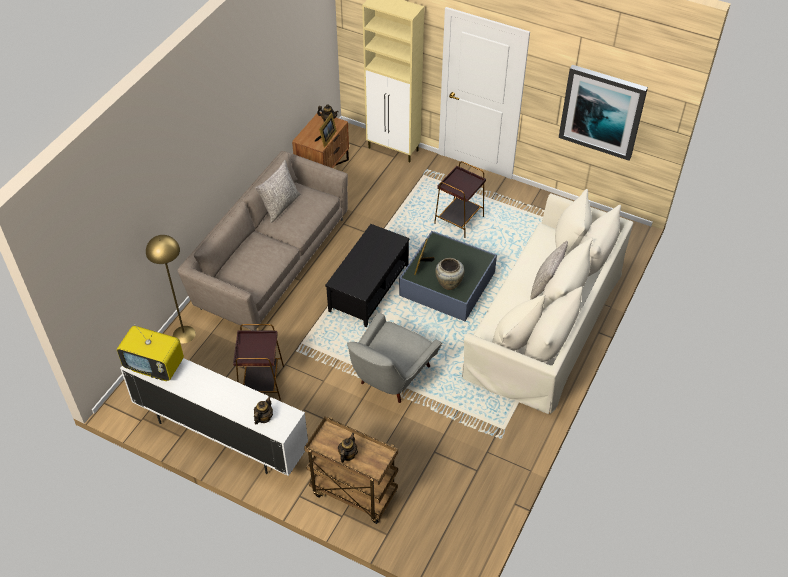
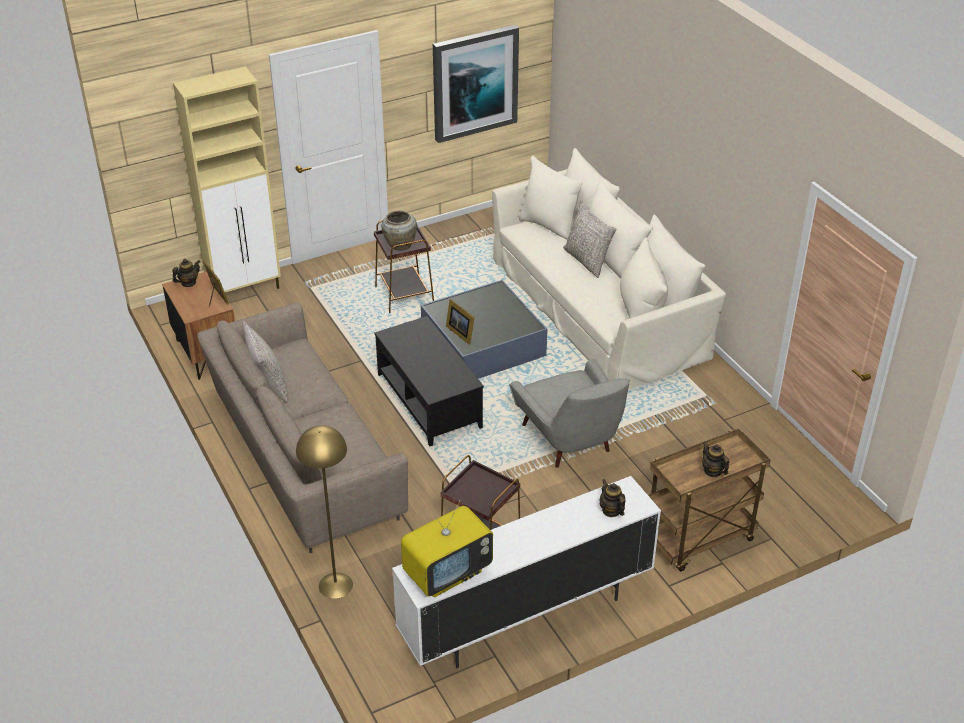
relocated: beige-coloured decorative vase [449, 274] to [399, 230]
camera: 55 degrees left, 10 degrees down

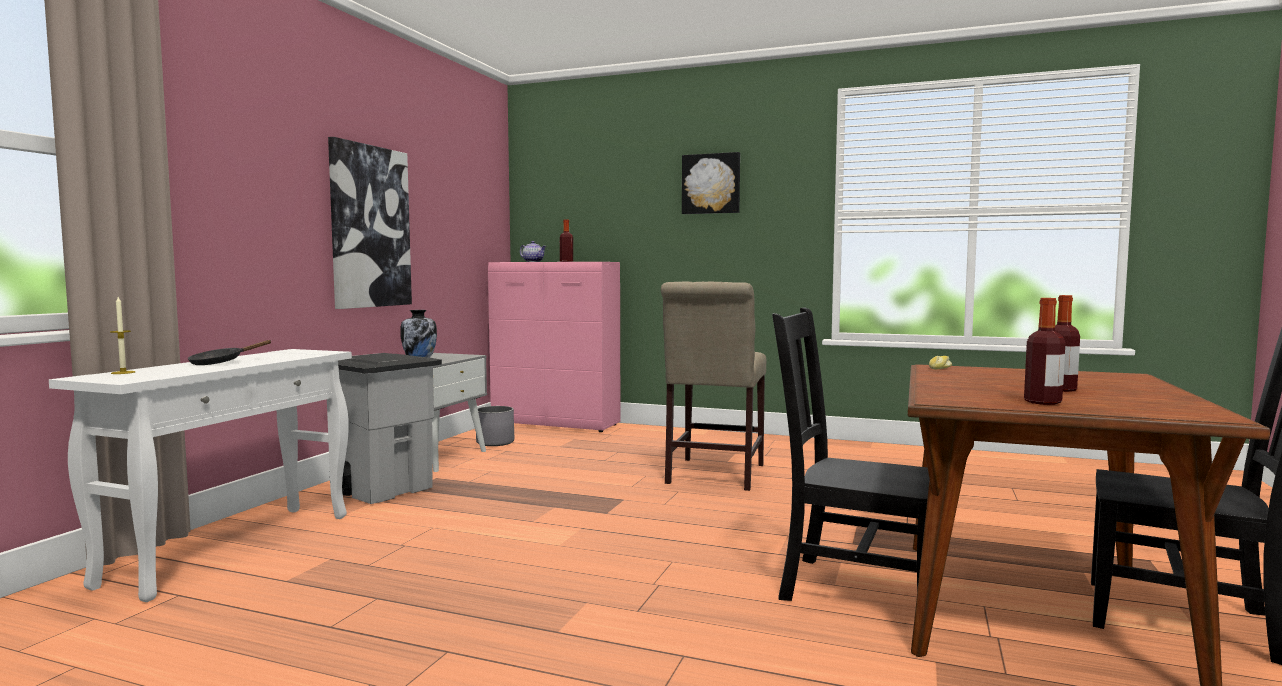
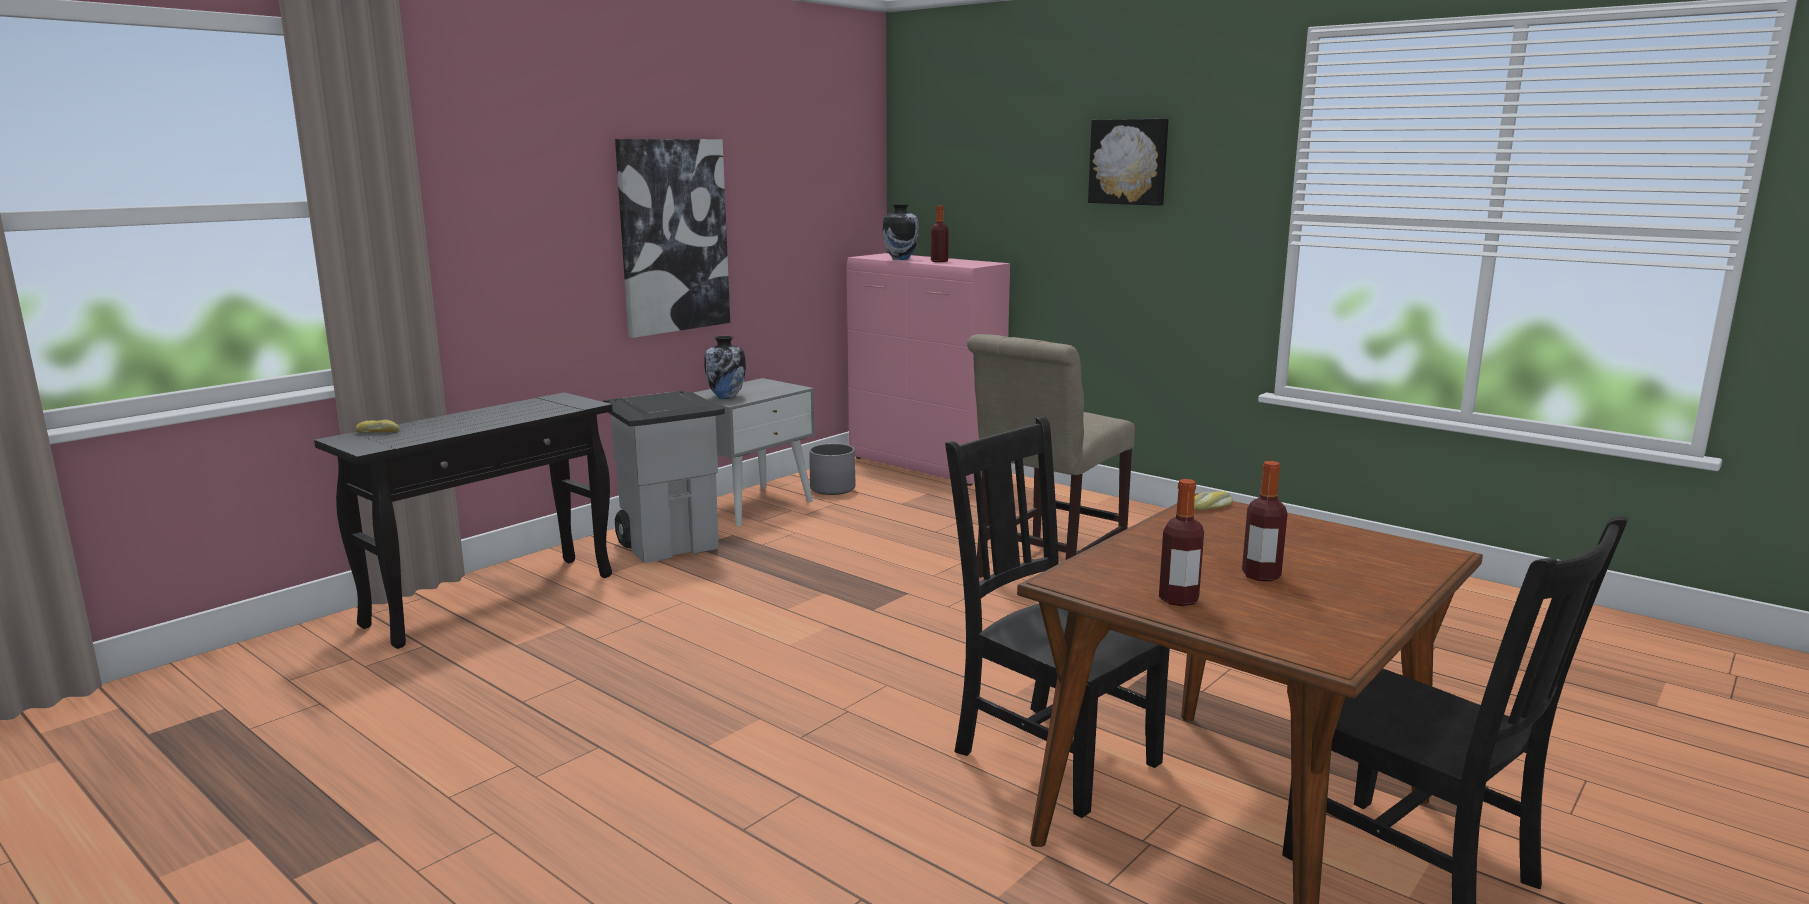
missing: black-coloured pan [229, 352]
exchanged: candle [122, 335] to bakery bread [377, 426]; pot for tea [533, 251] to decorative vase [901, 232]
colour: whitish console table [200, 475] to black-coloured console table [463, 520]
camera: 20 degrees right, 10 degrees up

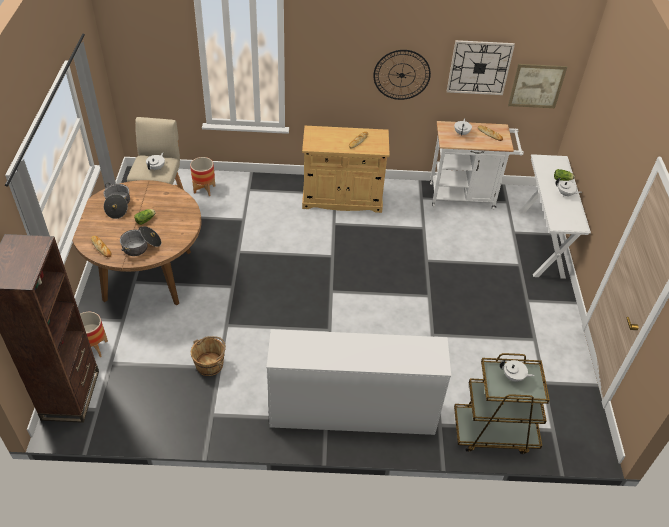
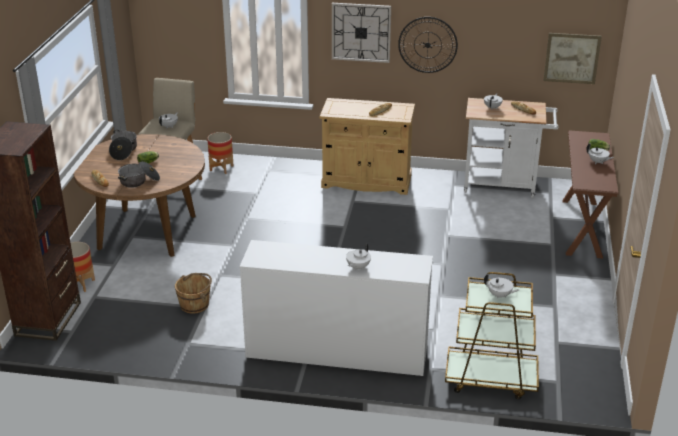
appeared: whitish pot for tea [358, 256]
relocated: clock on the wall [481, 67] to [361, 33]
colour: whitish console table [555, 216] to brown-coloured console table [590, 194]
camera: 10 degrees right, 15 degrees down

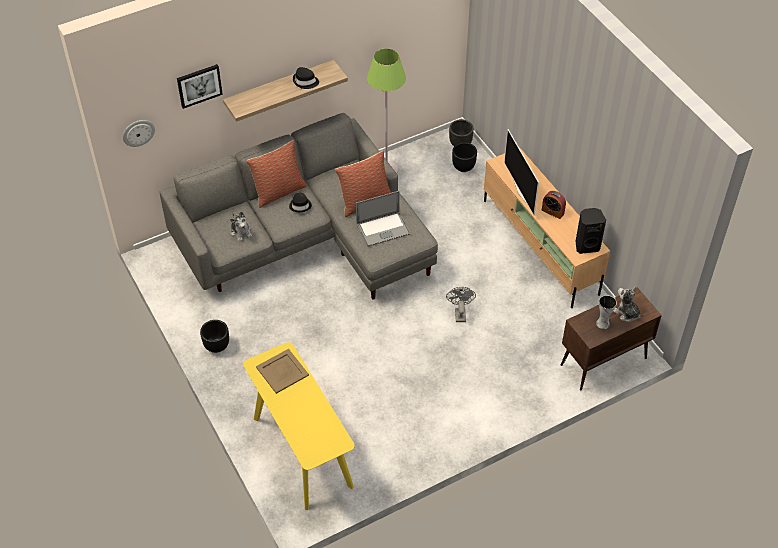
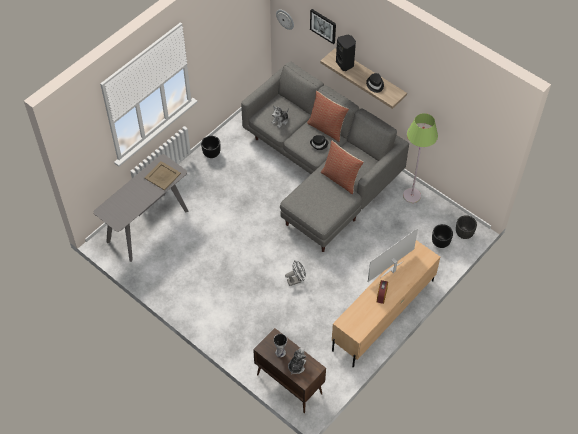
missing: laptop [383, 219]
relocated: black-coloured audio speaker [591, 231] to [346, 53]
colour: yellow-coloured console table [299, 426] to greyish console table [141, 208]
camera: 70 degrees right, 5 degrees up

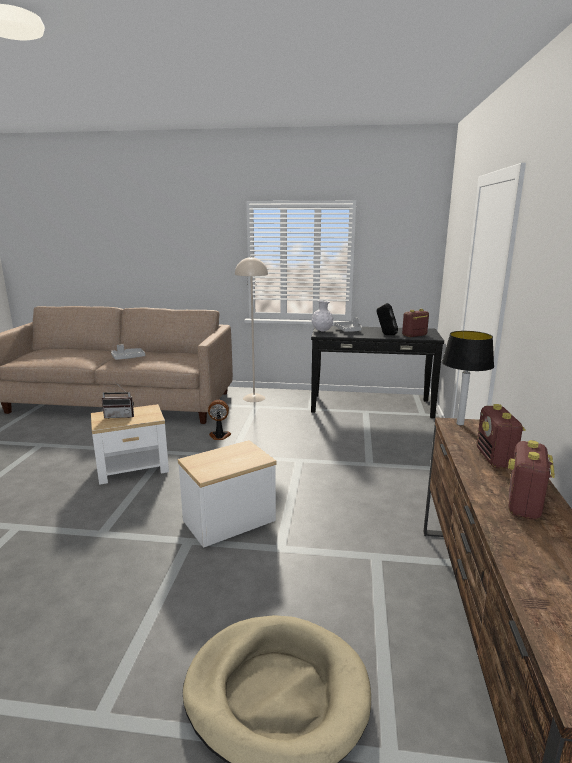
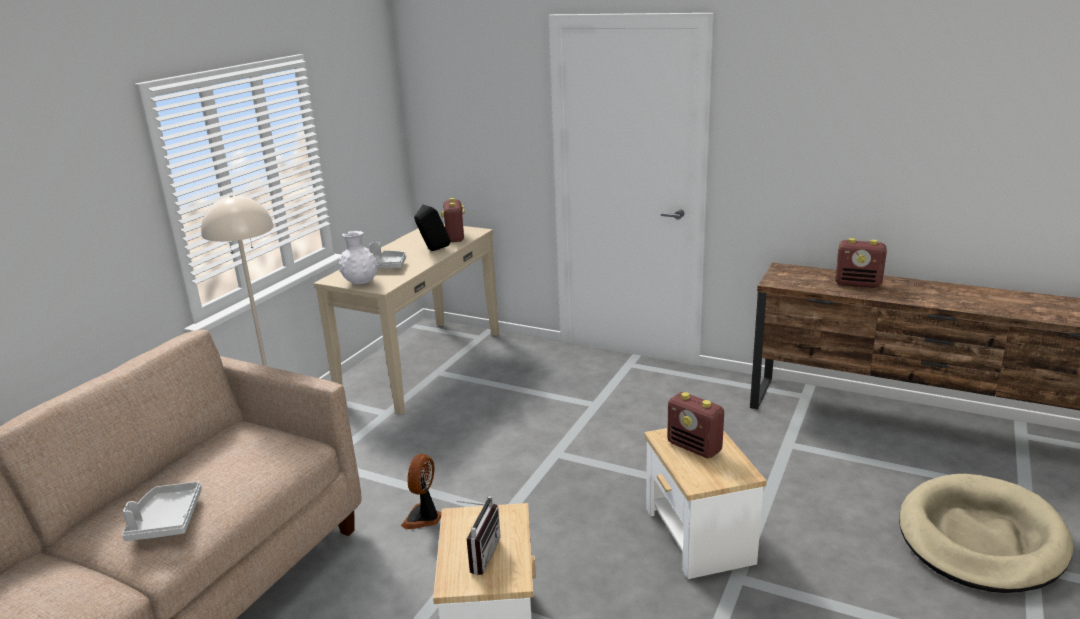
missing: lamp for a table [468, 378]
relocated: radio receiver [531, 480] to [695, 425]
colour: black-coloured console table [377, 372] to beige-coloured console table [406, 319]
camera: 70 degrees left, 5 degrees up

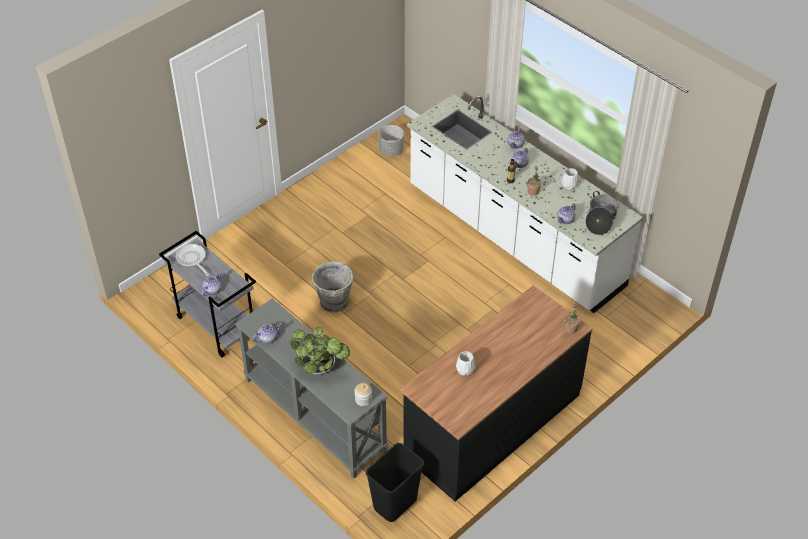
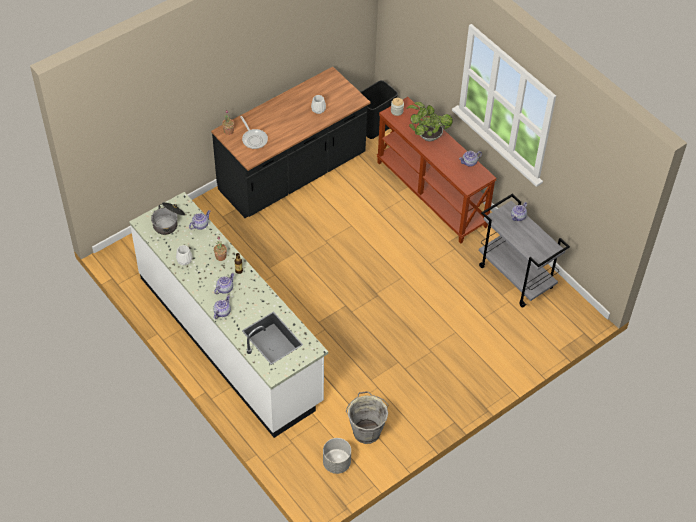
relocated: pan [192, 260] to [254, 132]; greyish bucket [333, 286] to [367, 417]
colour: greyish console table [312, 389] to brown-coloured console table [437, 170]
camera: 175 degrees left, 5 degrees up

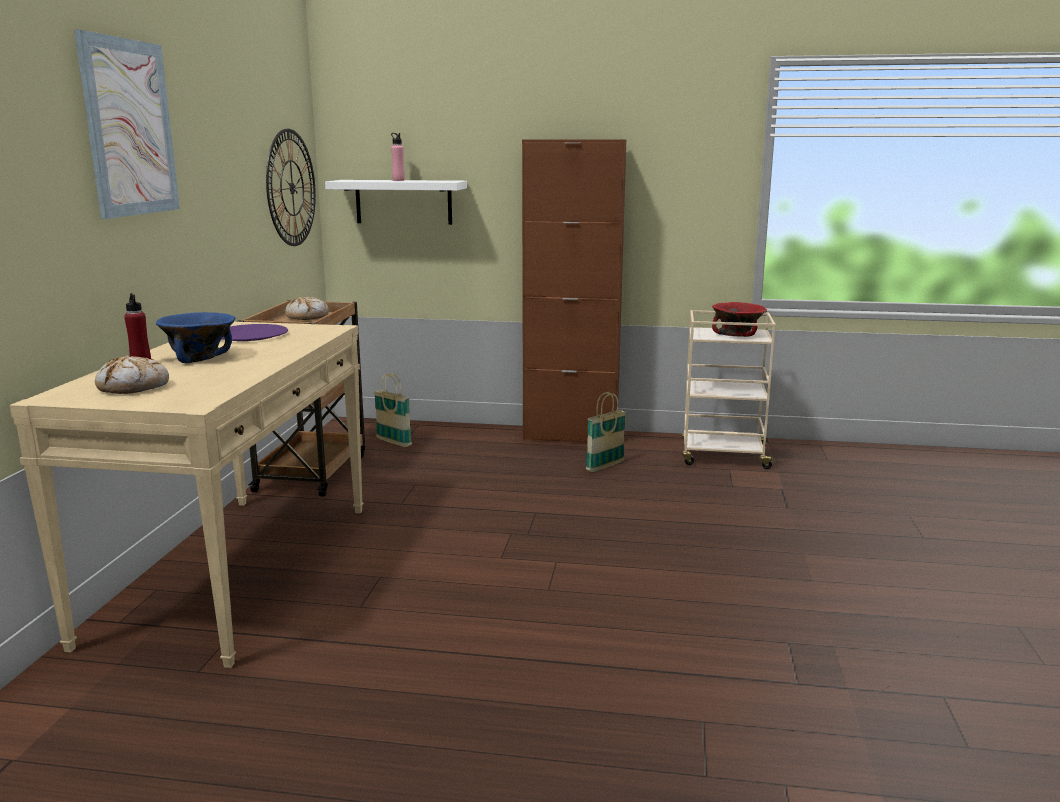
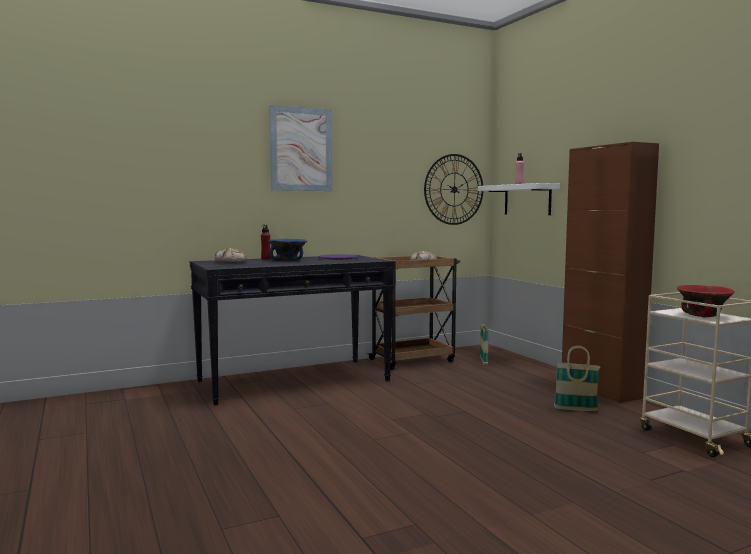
colour: beige-coloured console table [187, 495] to black-coloured console table [292, 330]
camera: 55 degrees right, 10 degrees down

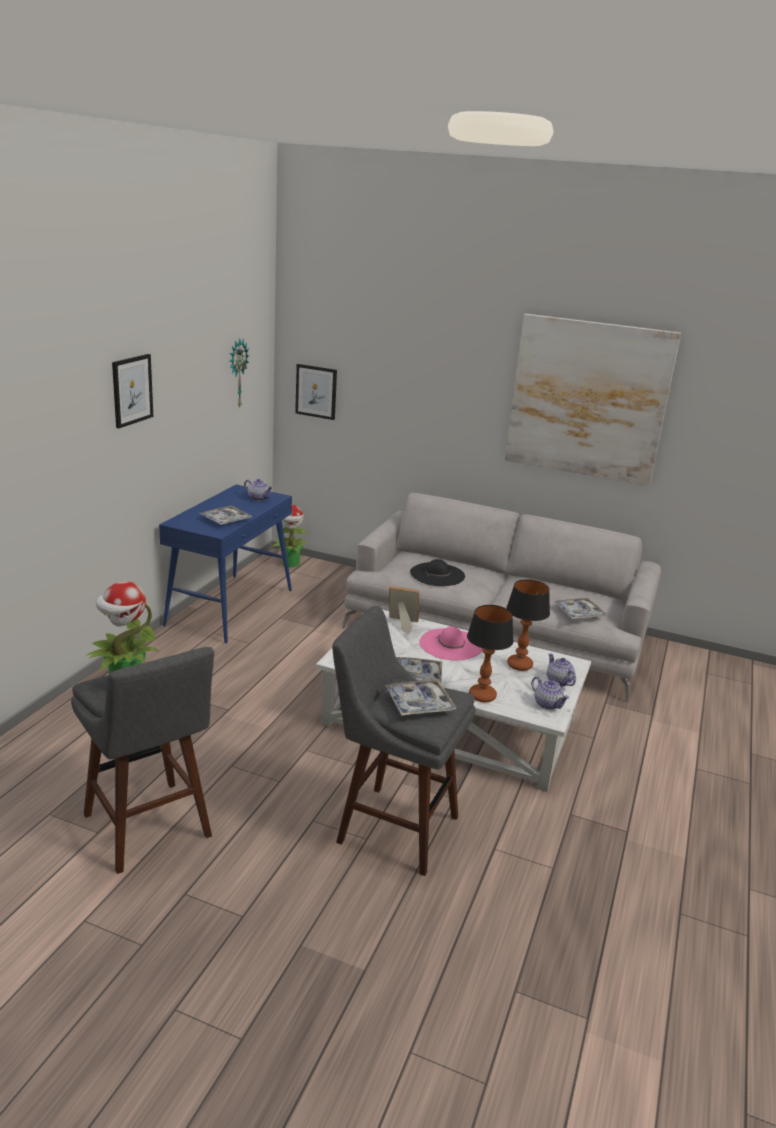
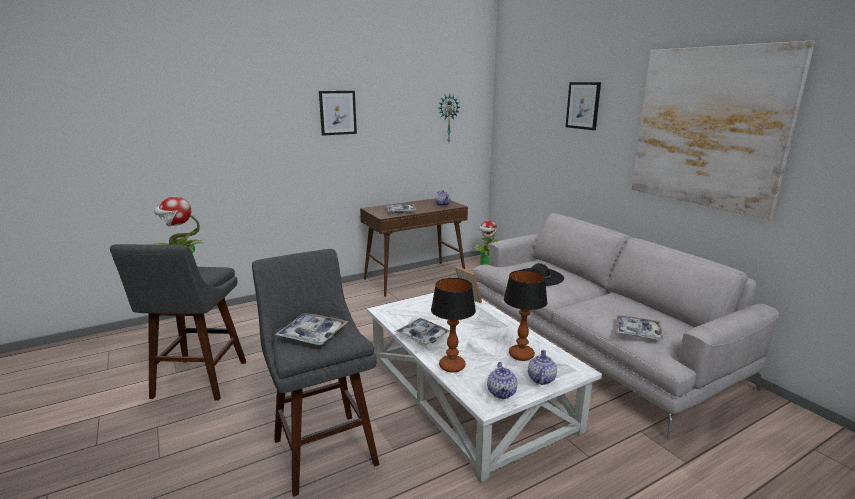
missing: pink-coloured clothing hat [451, 643]
relocated: wall art [316, 392] to [583, 106]
colour: bluish console table [225, 563] to brown-coloured console table [414, 247]
camera: 40 degrees right, 5 degrees down

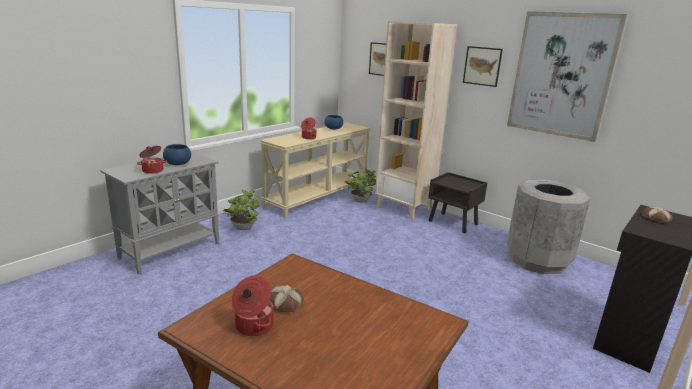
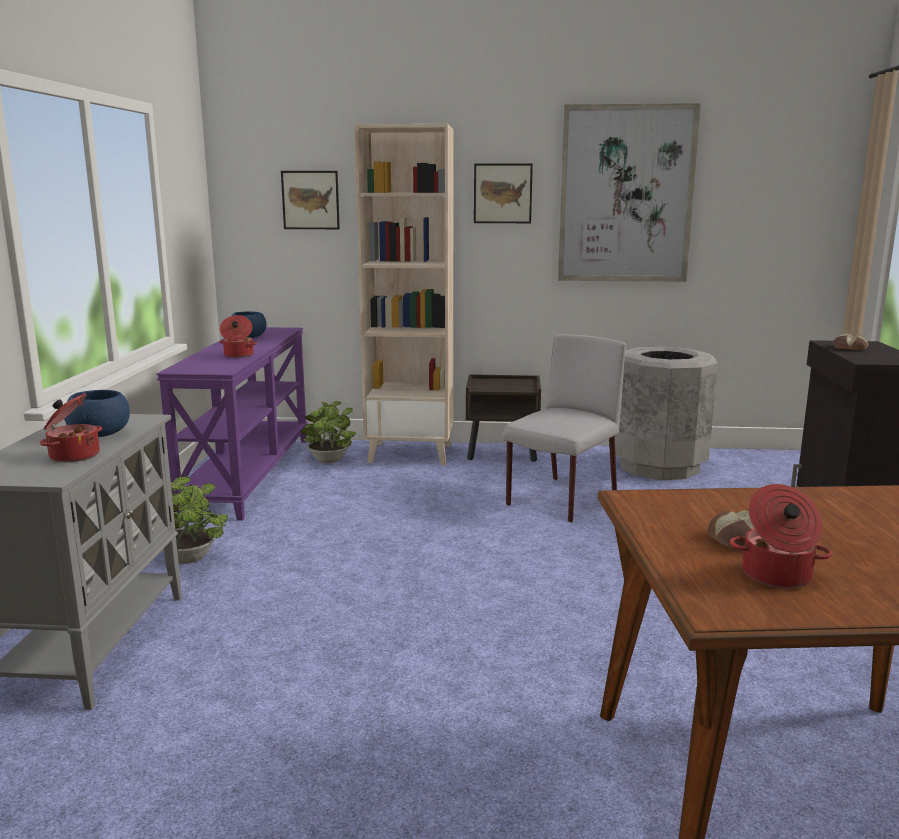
appeared: greyish chair [564, 428]
colour: beige-coloured console table [315, 170] to purplish console table [232, 424]
camera: 35 degrees left, 5 degrees down

